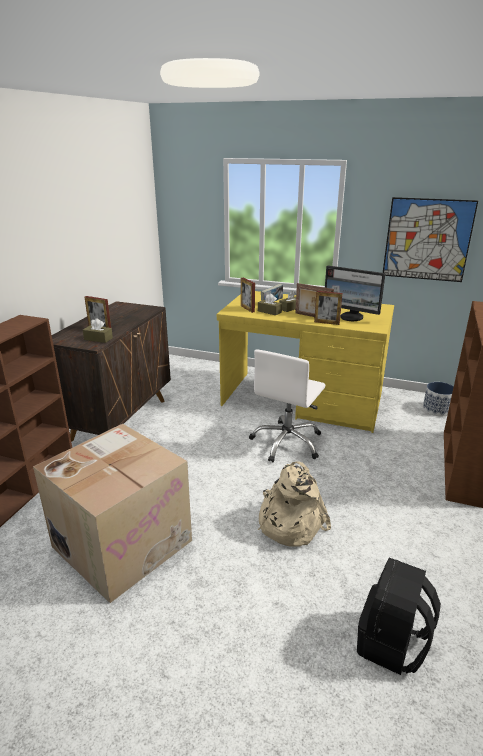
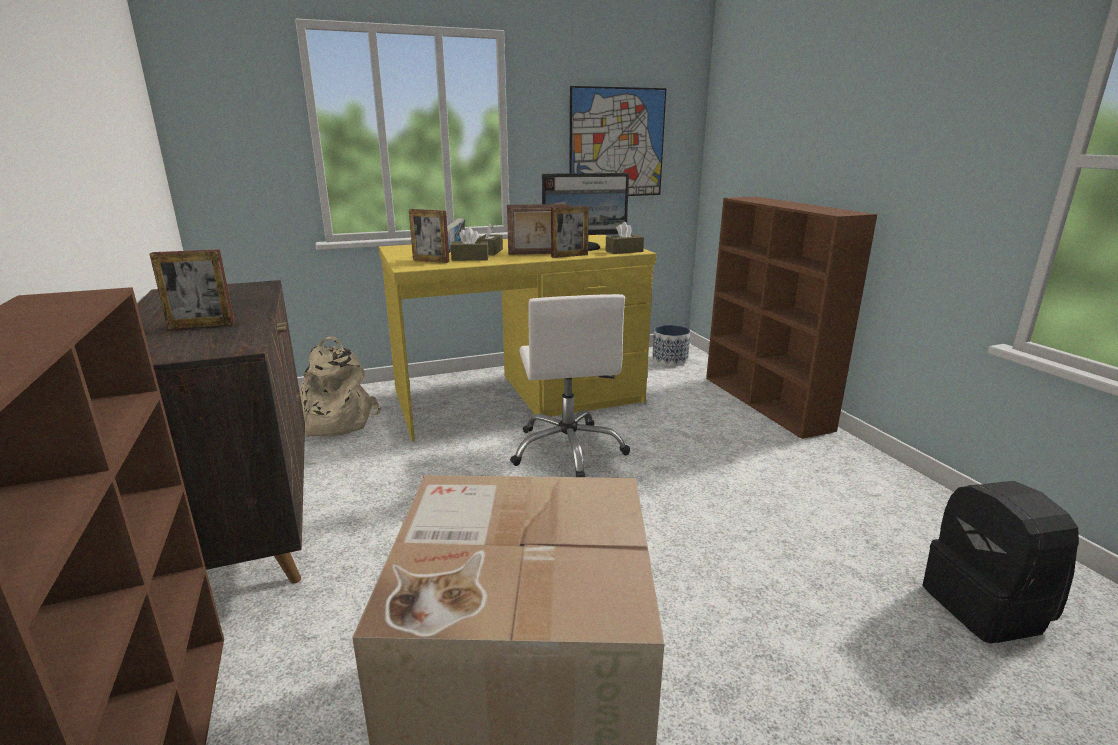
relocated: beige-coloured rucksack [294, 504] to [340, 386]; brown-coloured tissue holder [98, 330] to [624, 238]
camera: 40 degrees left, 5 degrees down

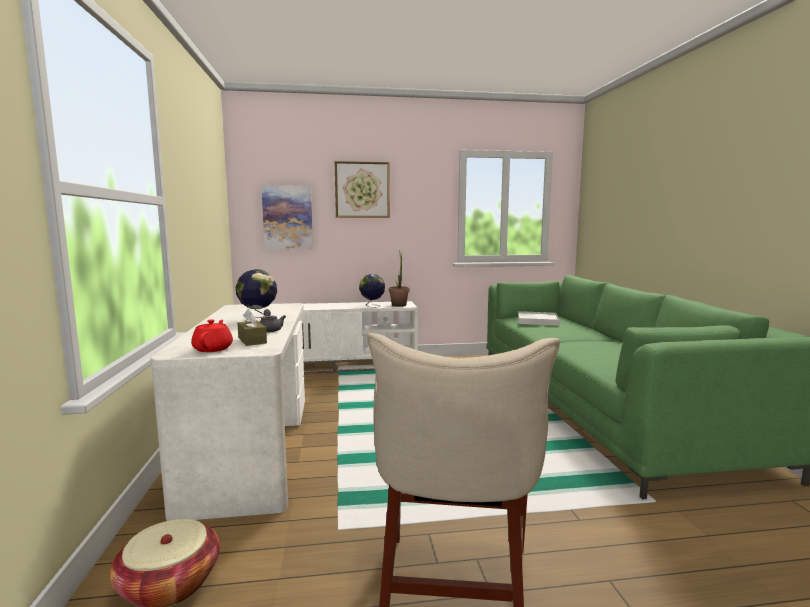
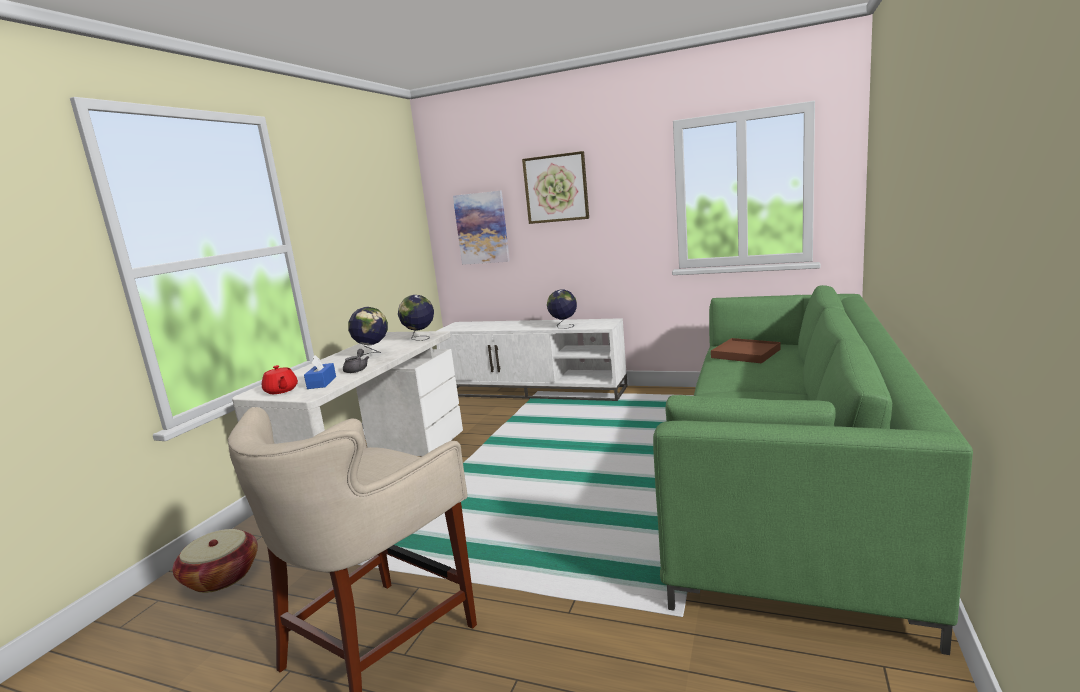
missing: plant in a pot [399, 278]
appeared: globe [416, 318]
colour: brown-coloured tissue holder [252, 327] to bluish tissue holder [320, 372]; whitish carrying tray [539, 318] to brown-coloured carrying tray [746, 350]
spun: red pot for tea [212, 335] = [280, 379] 120 degrees clockwise
camera: 30 degrees right, 5 degrees up

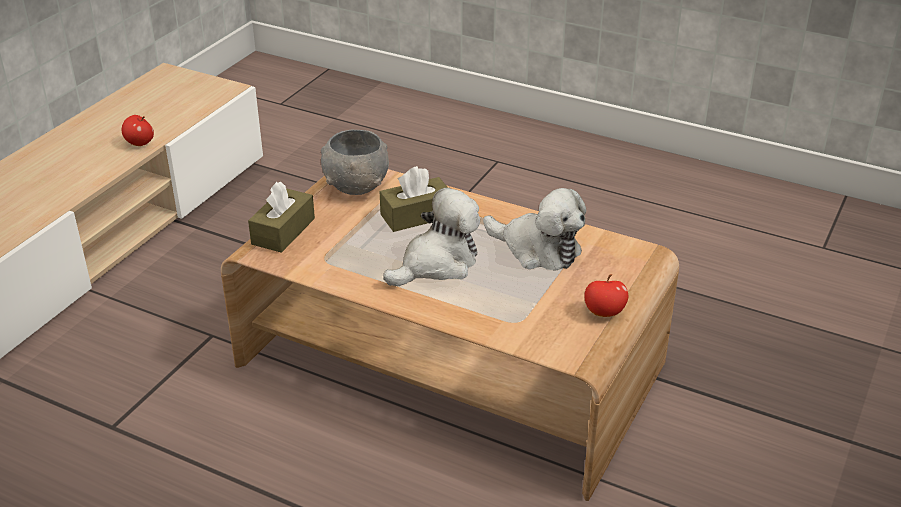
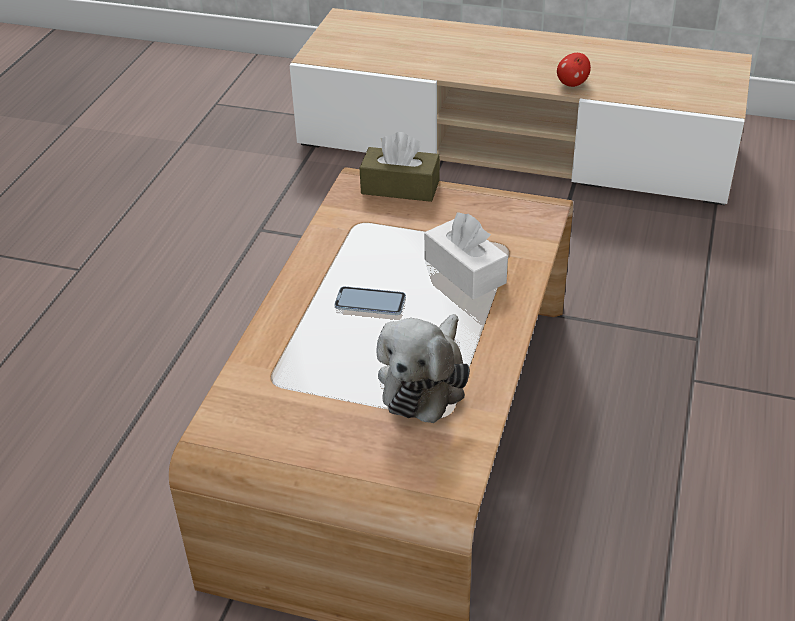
missing: greyish serving bowl [355, 162]; whole apple [606, 295]
exchanged: plush toy [431, 237] to phone [370, 300]
colour: brown-coloured tissue holder [414, 199] to whitish tissue holder [466, 256]
camera: 80 degrees right, 5 degrees up

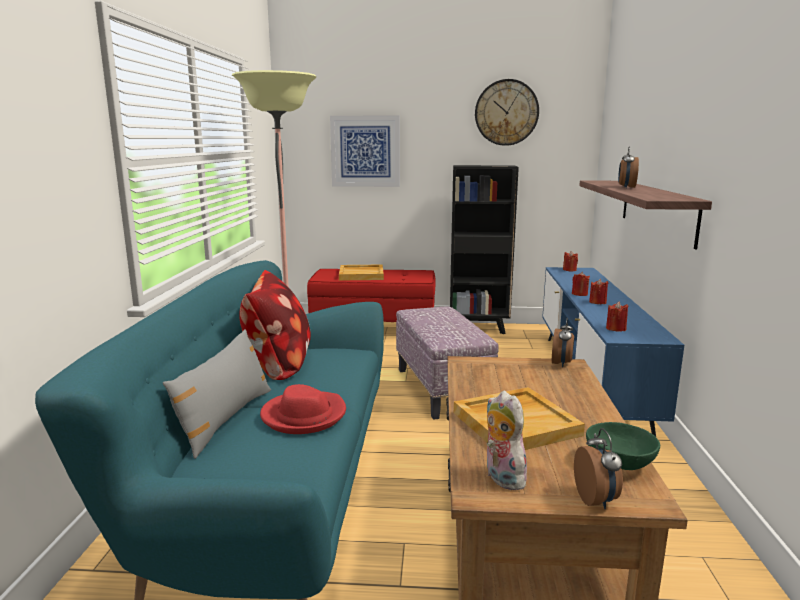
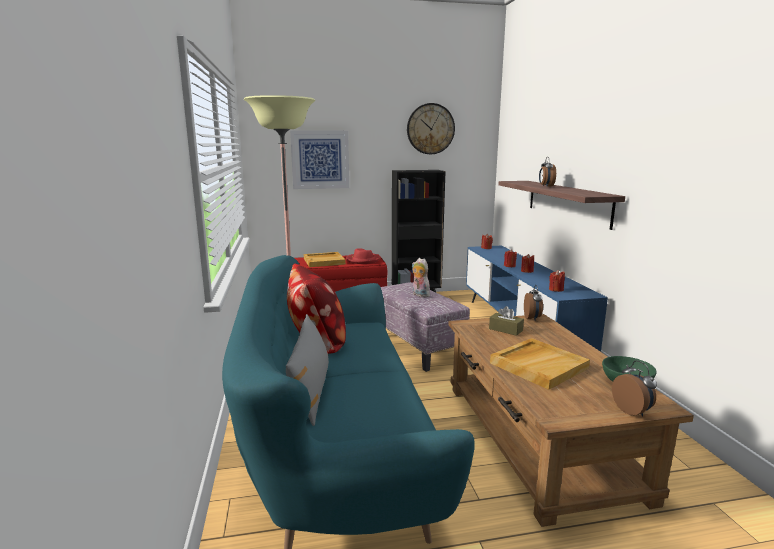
appeared: brown-coloured tissue holder [506, 321]
relocated: red clothing hat [303, 409] to [363, 256]; plush toy [507, 440] to [421, 277]
camera: 15 degrees left, 0 degrees up

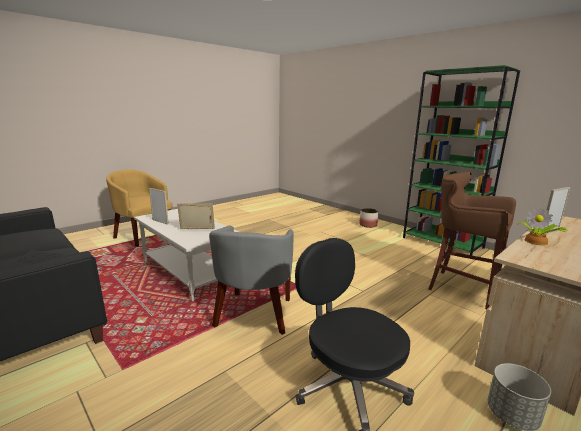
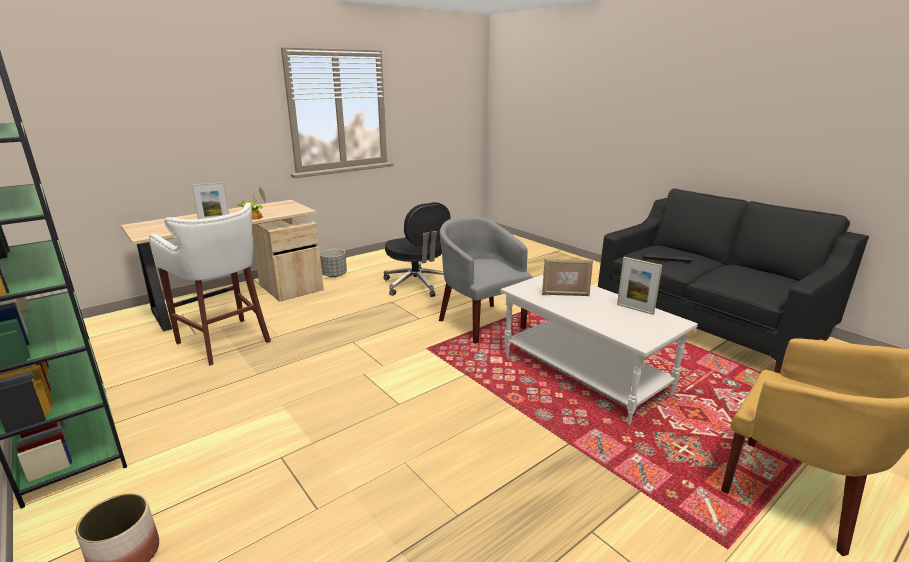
colour: brown-coloured stool [472, 240] to whitish stool [210, 284]
spun: greyish armchair [251, 280] = [486, 280] 45 degrees counterclockwise
camera: 175 degrees left, 5 degrees up

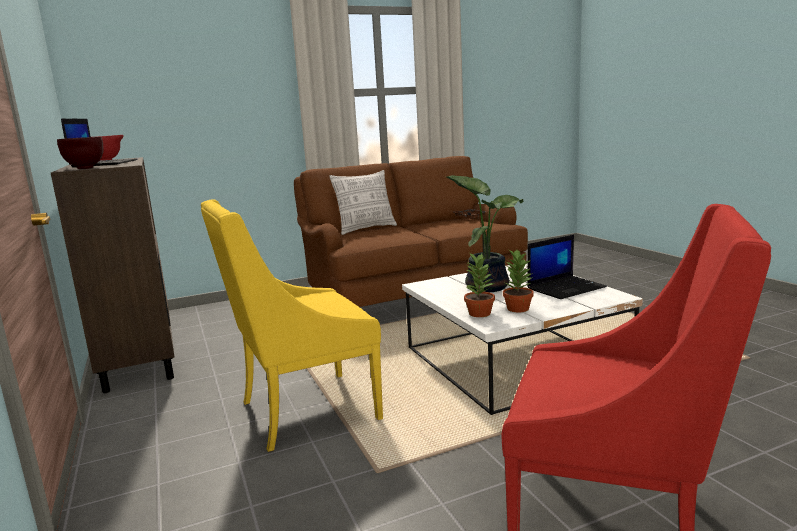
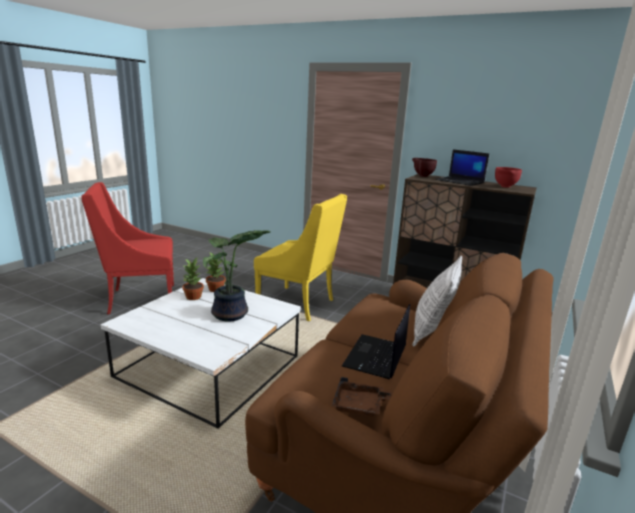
relocated: laptop [567, 267] to [376, 341]
spun: yellow-coloured armchair [292, 325] = [300, 257] 90 degrees clockwise
camera: 140 degrees right, 5 degrees up

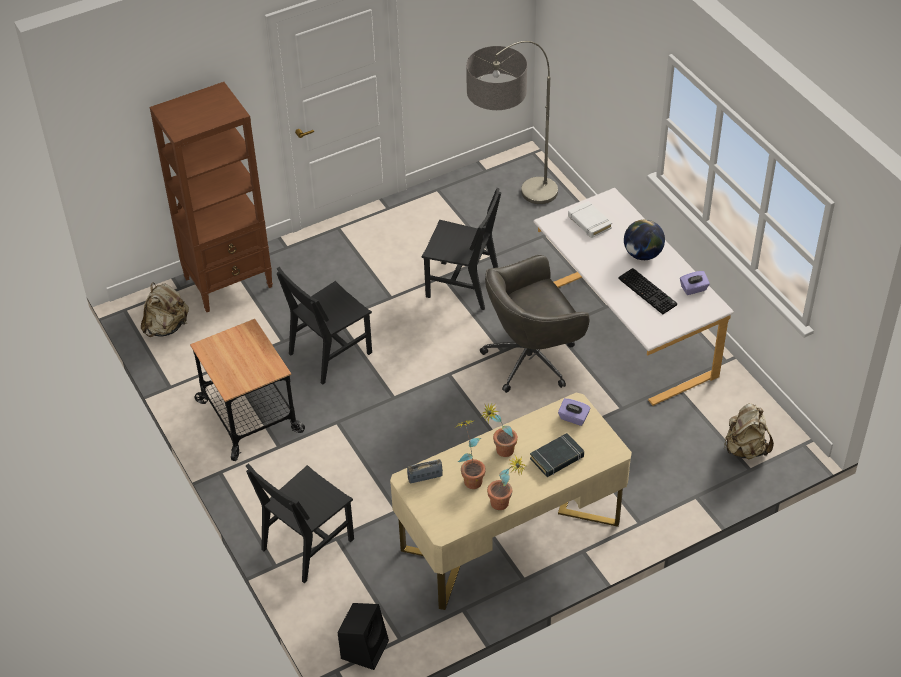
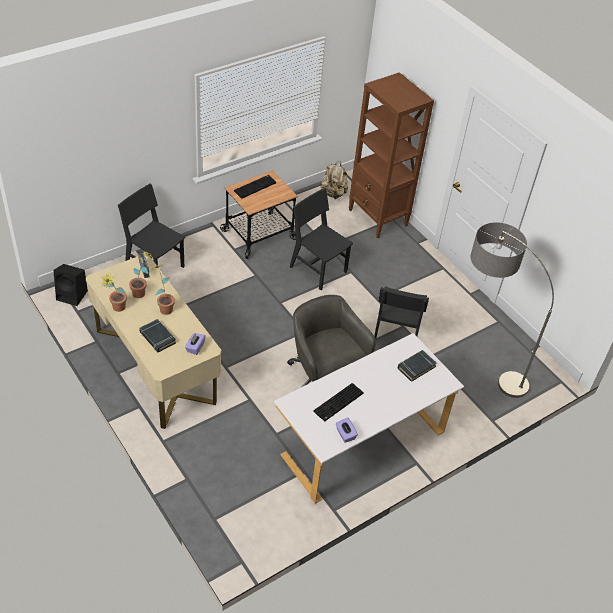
missing: globe [644, 239]; beige-coloured rucksack [749, 431]
appeared: keyboard [255, 187]
colour: whitish bound book [590, 219] to black-coloured bound book [417, 366]
camera: 80 degrees right, 0 degrees up

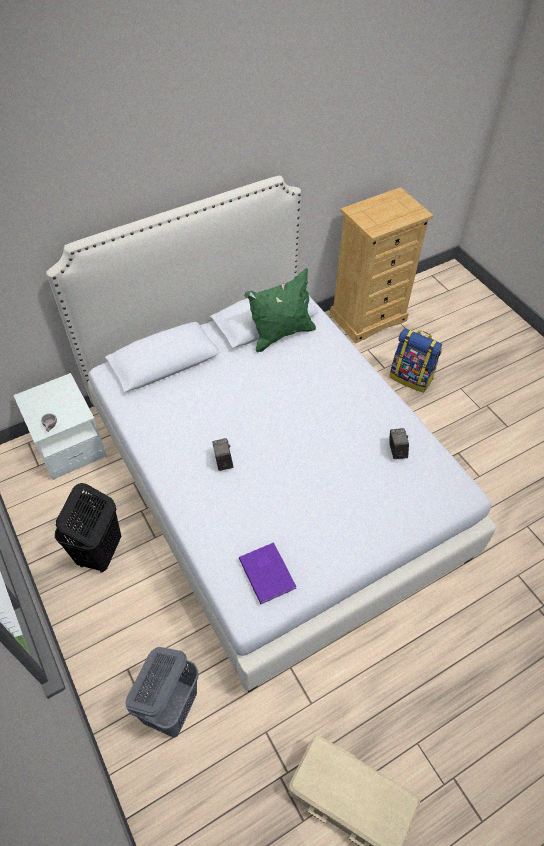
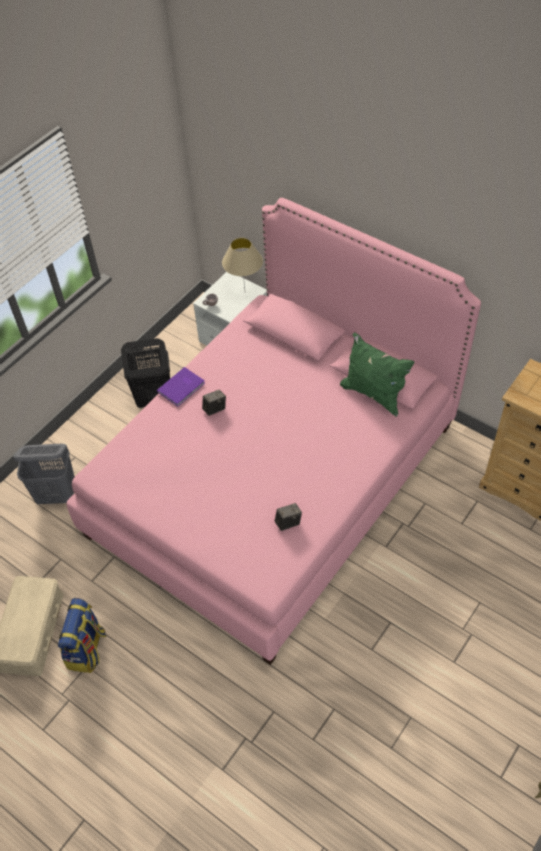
appeared: beige-coloured lamp for a table [242, 263]
relocated: rucksack [415, 360] to [82, 635]; purplish bound book [267, 573] to [181, 387]
colour: whitish sleeping bed [271, 434] to pink-coloured sleeping bed [274, 431]
camera: 70 degrees right, 0 degrees up

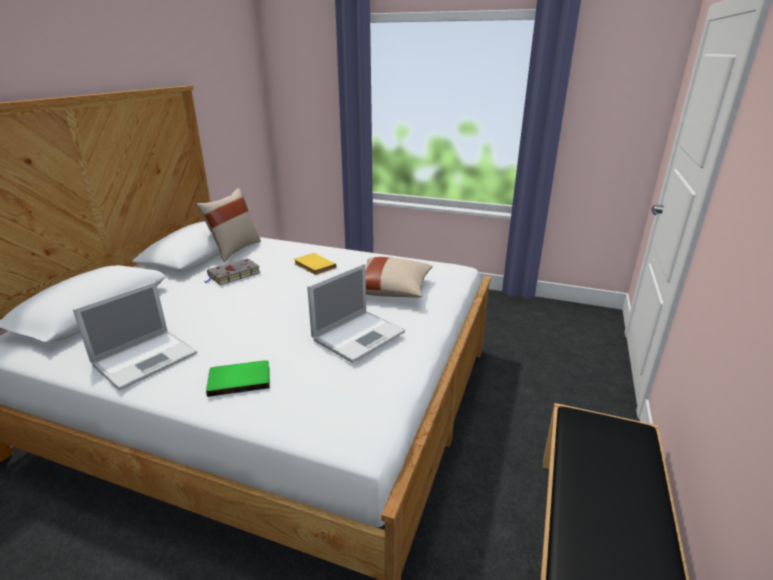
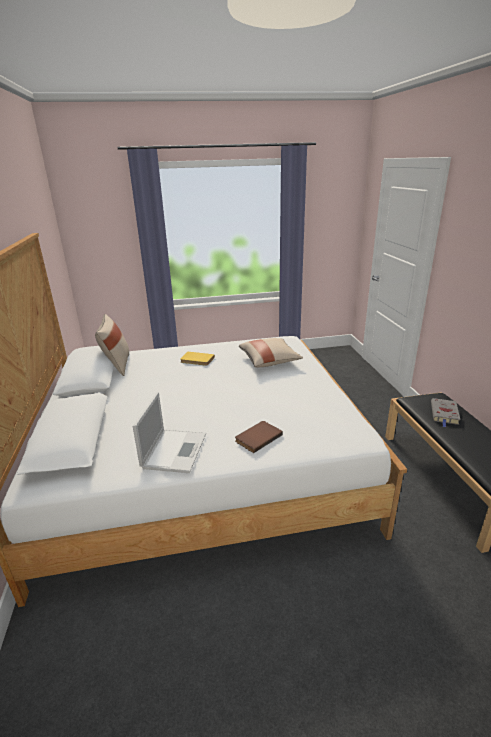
missing: laptop [356, 313]
relocated: greyish bound book [232, 271] to [445, 412]
colour: greenish bound book [238, 378] to brown-coloured bound book [259, 437]
camera: 30 degrees left, 0 degrees up

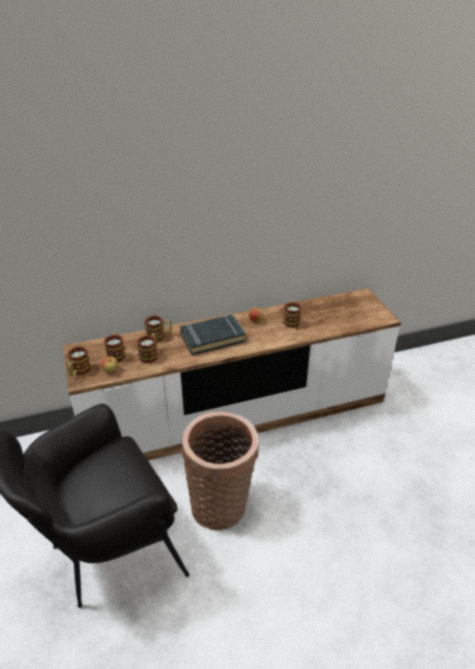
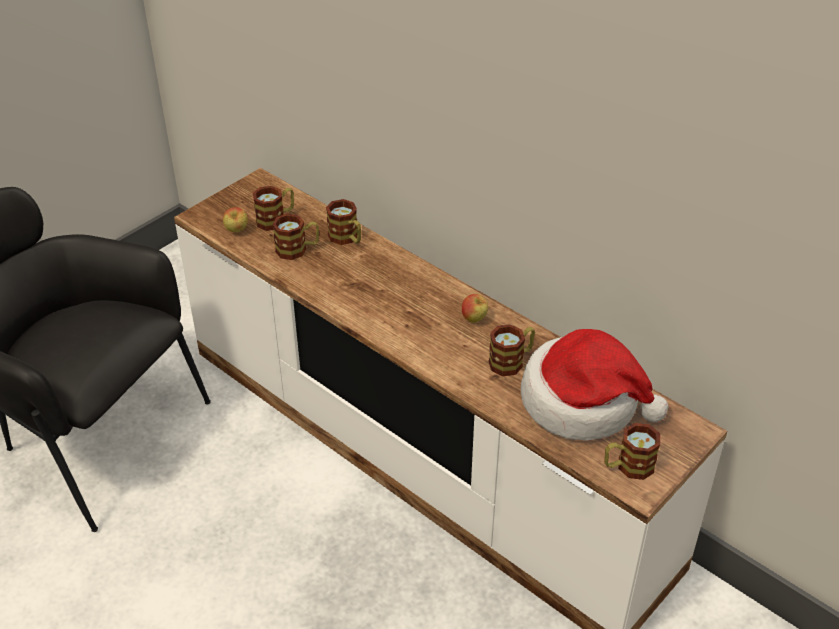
missing: black-coloured bound book [213, 334]; basket [220, 471]
appeared: clothing hat [594, 385]
relocated: coffee mug [79, 361] to [632, 451]
camera: 60 degrees right, 5 degrees up

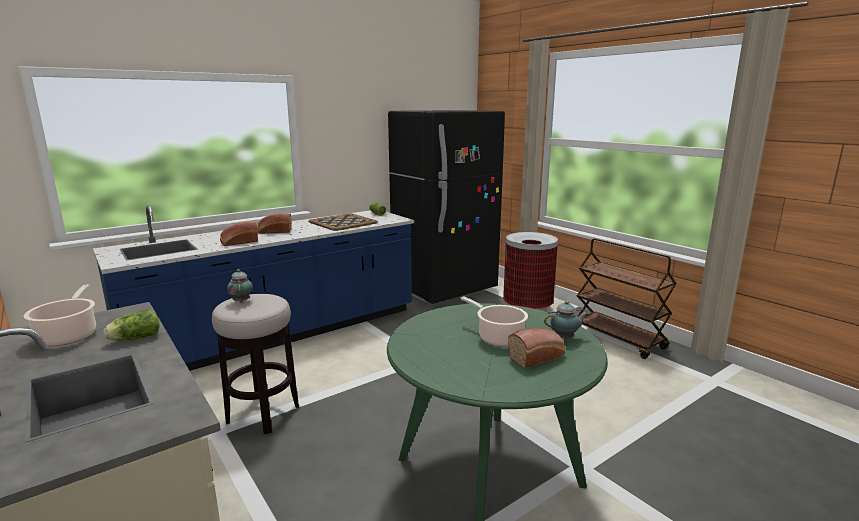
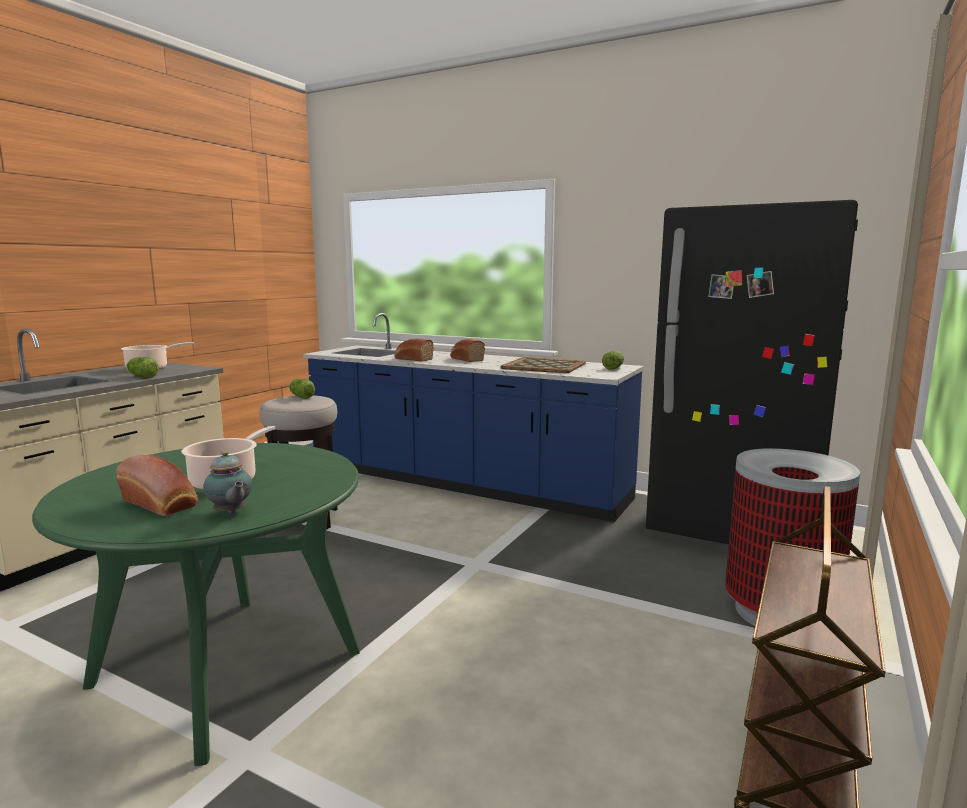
exchanged: pot for tea [240, 286] to lettuce head [302, 389]
camera: 65 degrees right, 5 degrees down

